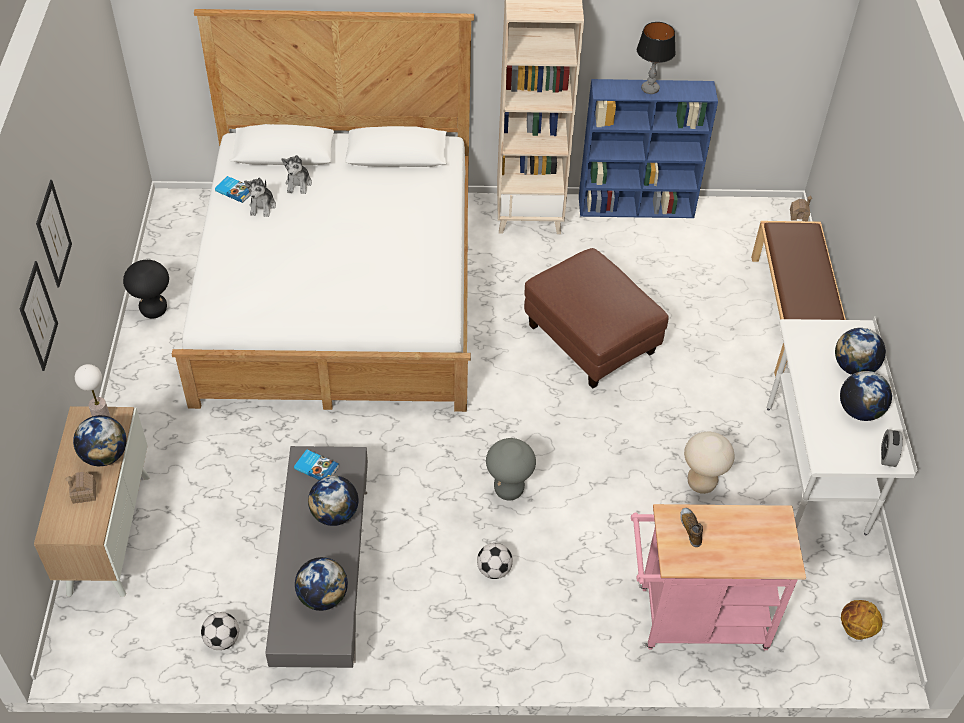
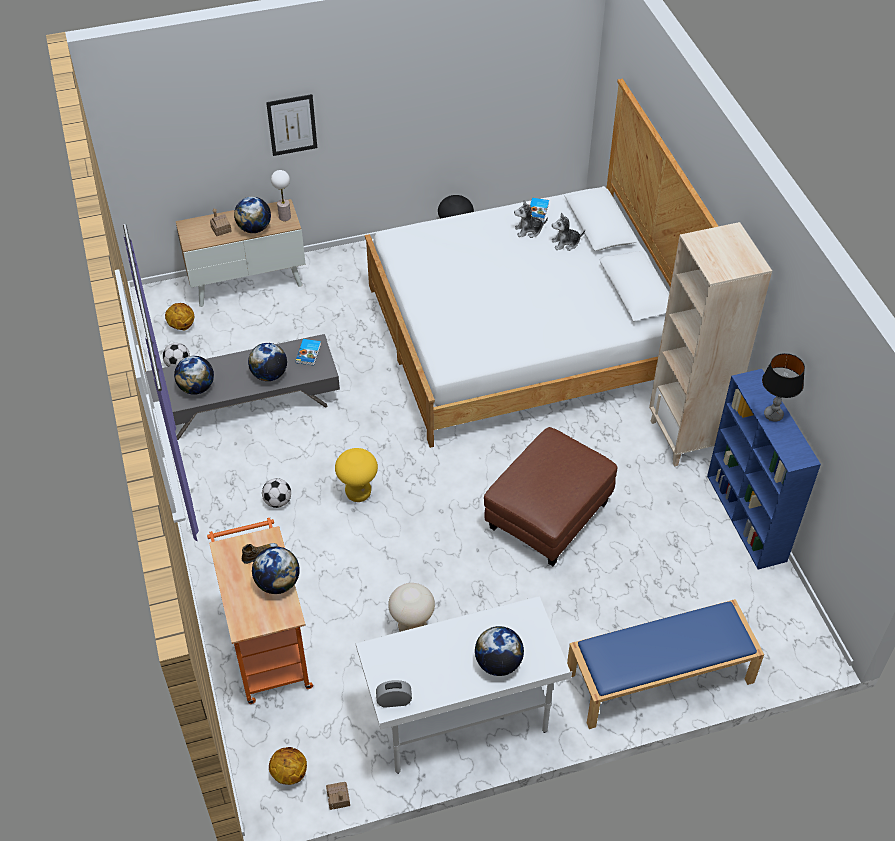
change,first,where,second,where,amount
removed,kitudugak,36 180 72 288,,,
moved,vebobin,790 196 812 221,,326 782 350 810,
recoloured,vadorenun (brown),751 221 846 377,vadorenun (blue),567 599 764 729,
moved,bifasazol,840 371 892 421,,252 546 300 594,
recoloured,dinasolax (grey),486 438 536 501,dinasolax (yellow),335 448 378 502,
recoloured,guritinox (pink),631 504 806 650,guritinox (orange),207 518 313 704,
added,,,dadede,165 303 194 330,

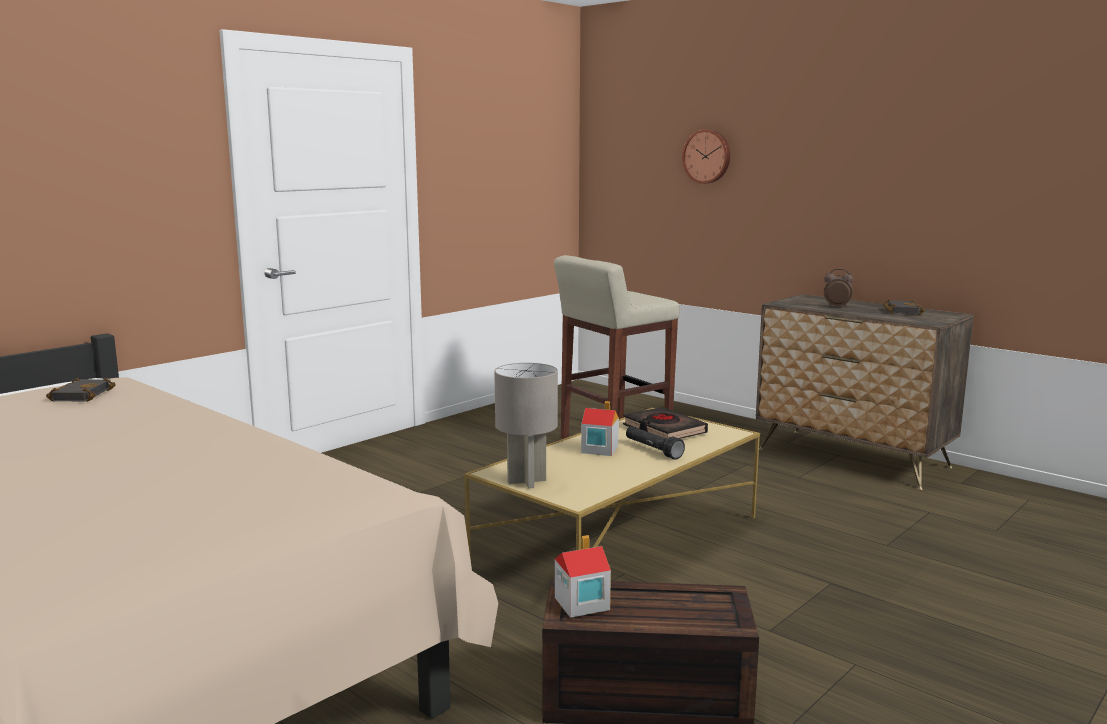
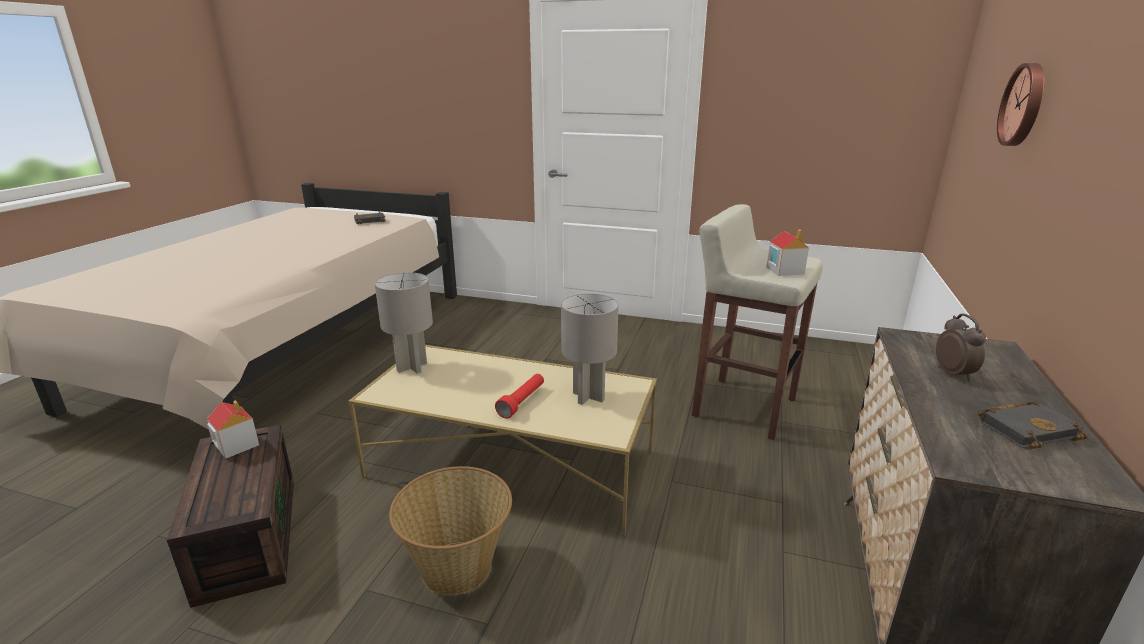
change,first,where,second,where,amount
moved,vebobin,581 401 619 456,,766 229 809 276,
replaced,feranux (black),623 407 708 439,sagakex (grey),561 294 619 405,
recoloured,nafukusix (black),626 426 685 460,nafukusix (red),495 374 544 419,
added,,,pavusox,389 466 512 595,

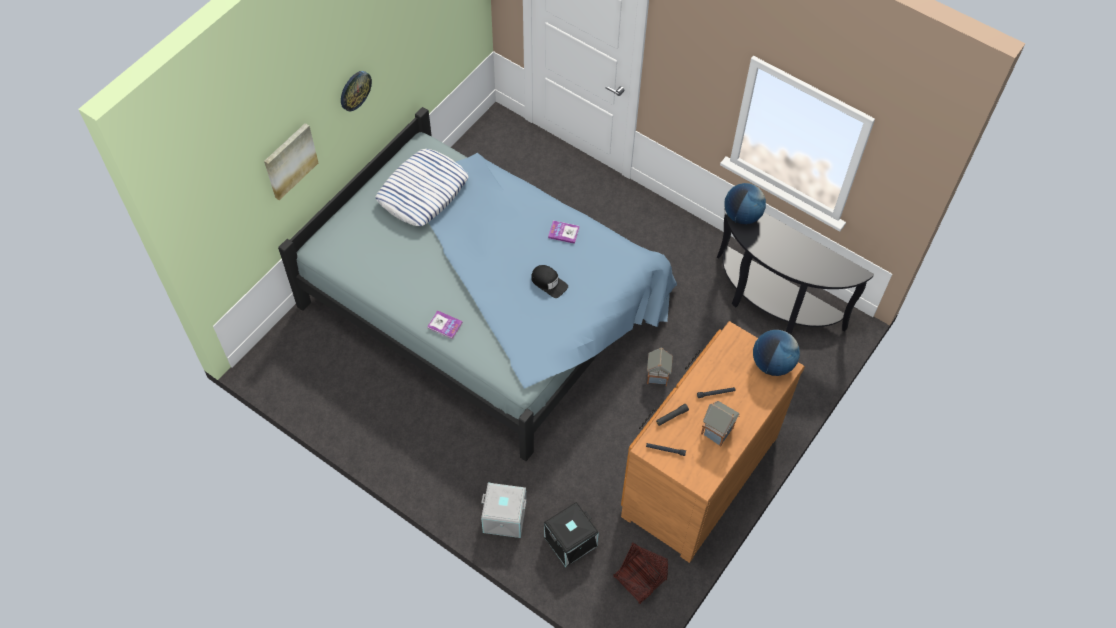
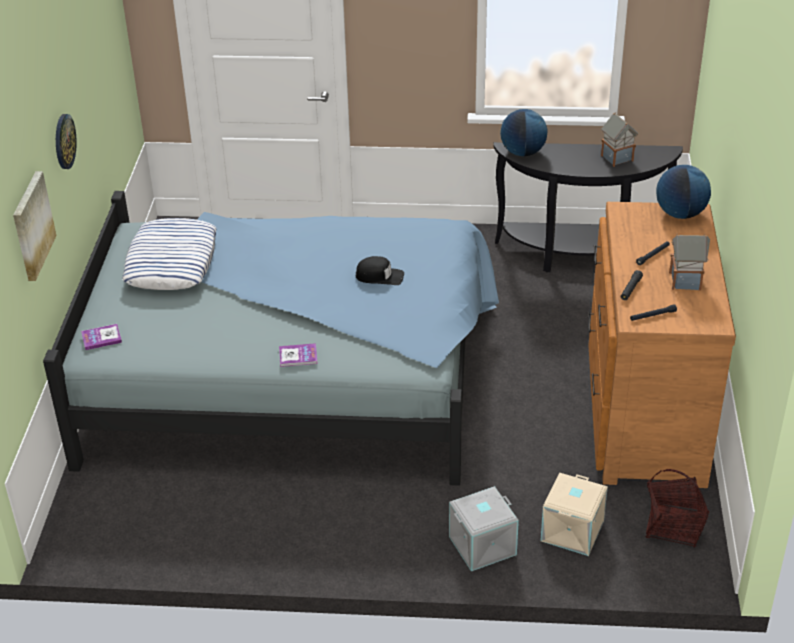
change,first,where,second,where,amount
moved,feranux,548 221 579 244,,81 324 122 350,
moved,vebobin,647 347 673 386,,601 112 638 167,
recoloured,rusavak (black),544 502 599 567,rusavak (beige),540 473 608 556,

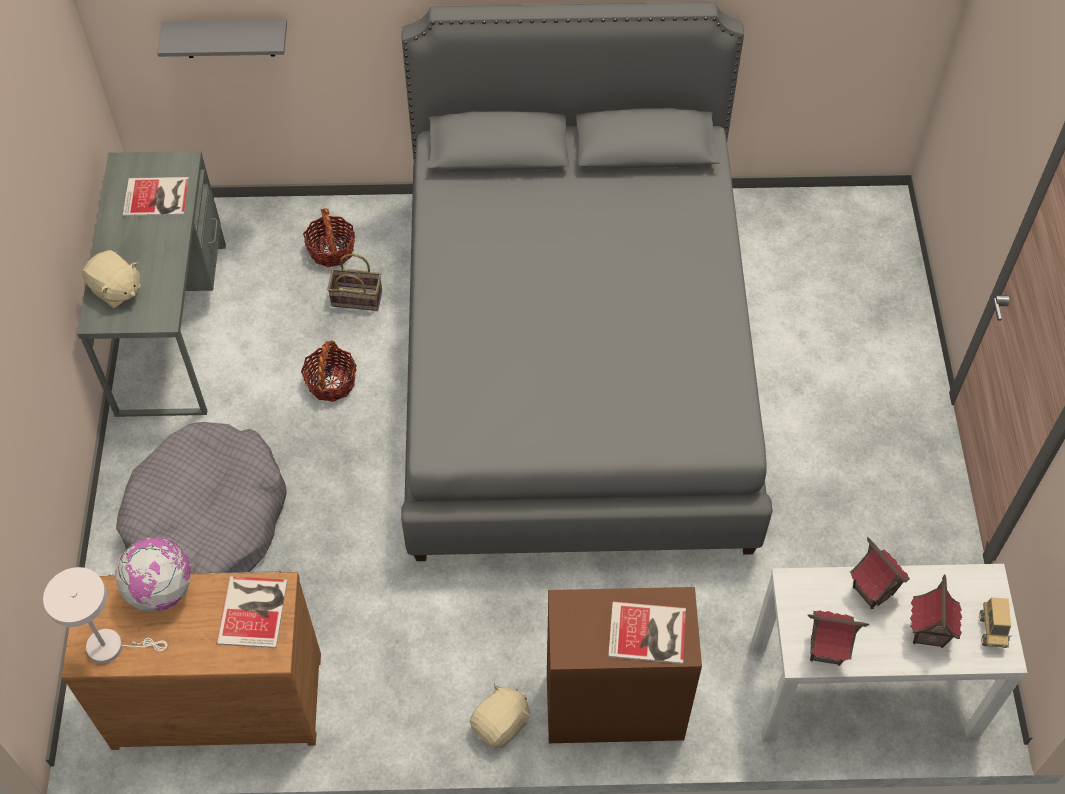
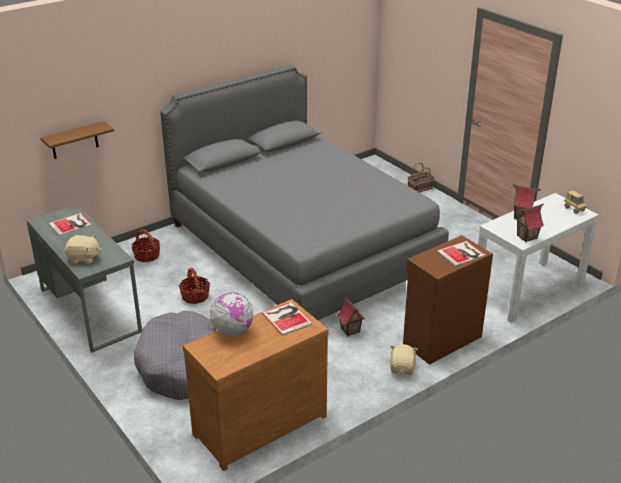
change,first,where,second,where,amount
recoloured,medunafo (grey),157 20 287 58,medunafo (brown),41 121 114 159,
moved,pavusox,327 253 382 311,,408 162 434 192,
removed,sagakex (white),43 567 167 664,,,
moved,vebobin,910 574 962 648,,337 295 365 336,

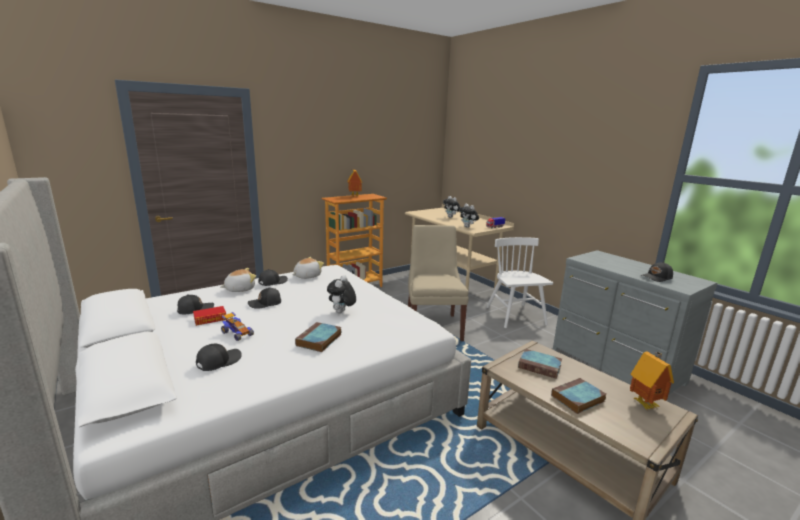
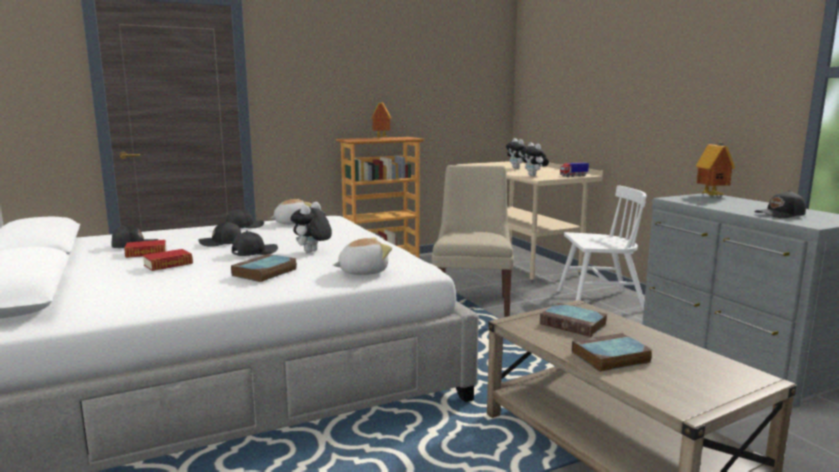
change,first,where,second,where,amount
turned,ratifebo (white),486 237 553 328,,557 185 646 311,90 degrees clockwise
moved,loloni,220 268 256 292,,333 237 392 275,
replaced,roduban,221 312 254 341,feranux,143 249 193 271,
moved,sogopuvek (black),196 344 242 371,,232 230 278 256,
moved,vebobin,630 352 674 410,,696 143 735 195,

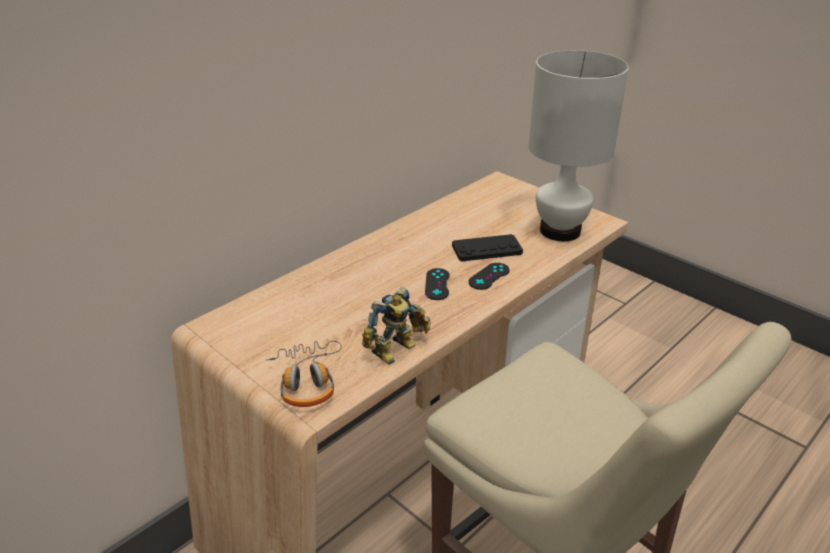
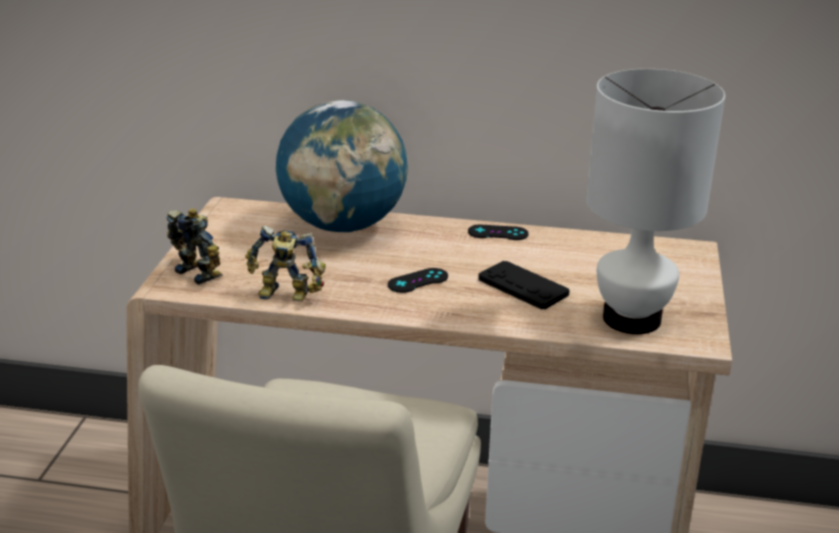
change,first,where,second,where,amount
moved,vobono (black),468 263 510 290,,468 225 529 240,
replaced,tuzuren,266 341 342 407,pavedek,167 208 223 285,
added,,,bifasazol,276 100 408 233,

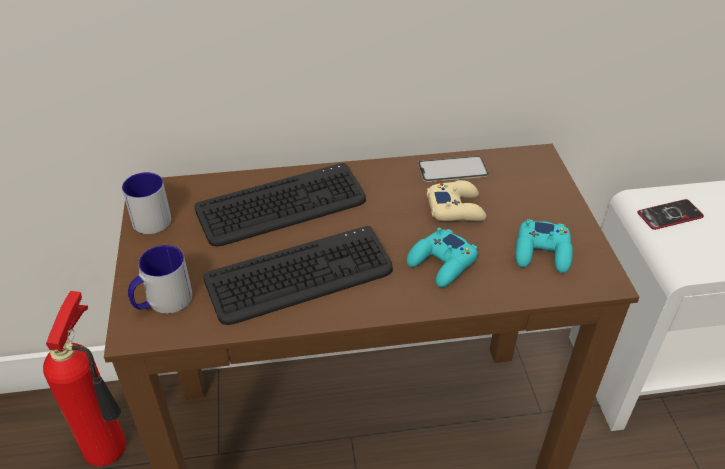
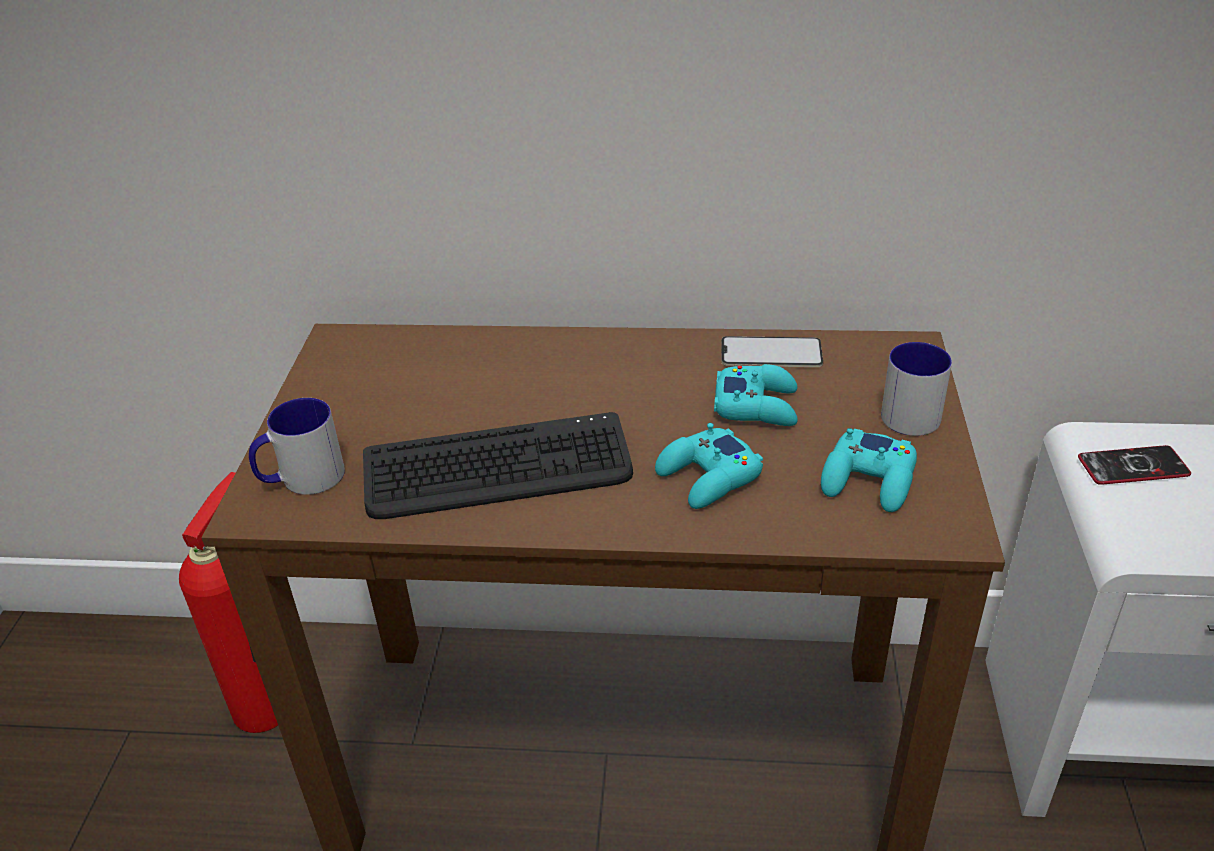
change,first,where,second,where,amount
removed,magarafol,194 163 366 247,,,
moved,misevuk,122 172 172 234,,881 342 952 436,
recoloured,vobono (beige),427 180 486 221,vobono (turquoise),714 364 798 426,

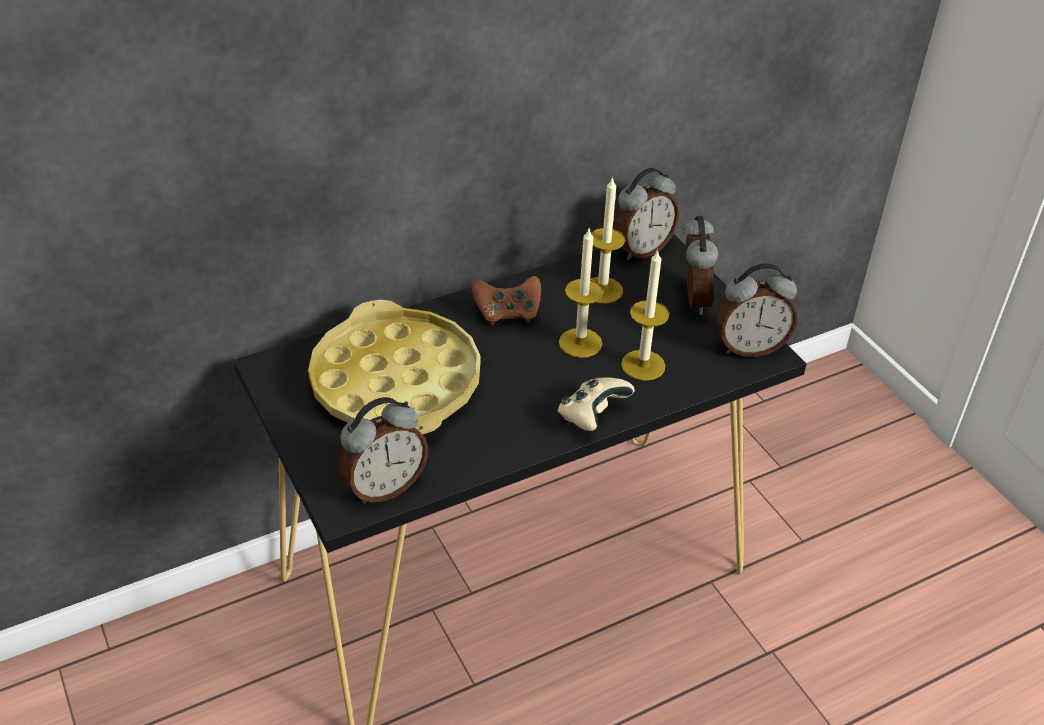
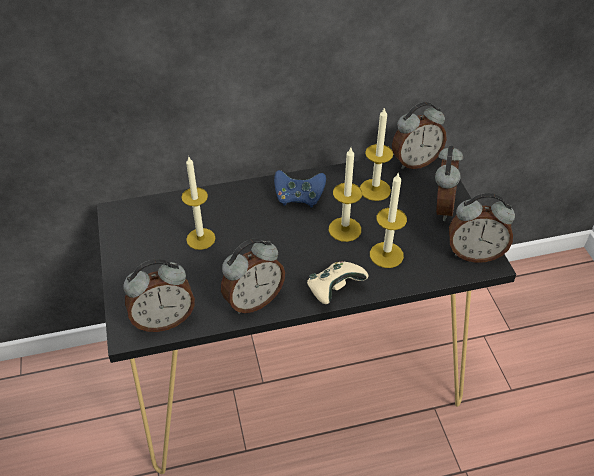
change,first,where,second,where,amount
recoloured,vobono (brown),472 276 541 325,vobono (blue),274 170 326 207,
replaced,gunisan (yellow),308 300 480 435,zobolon,181 157 215 250,
added,,,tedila,221 238 285 314,

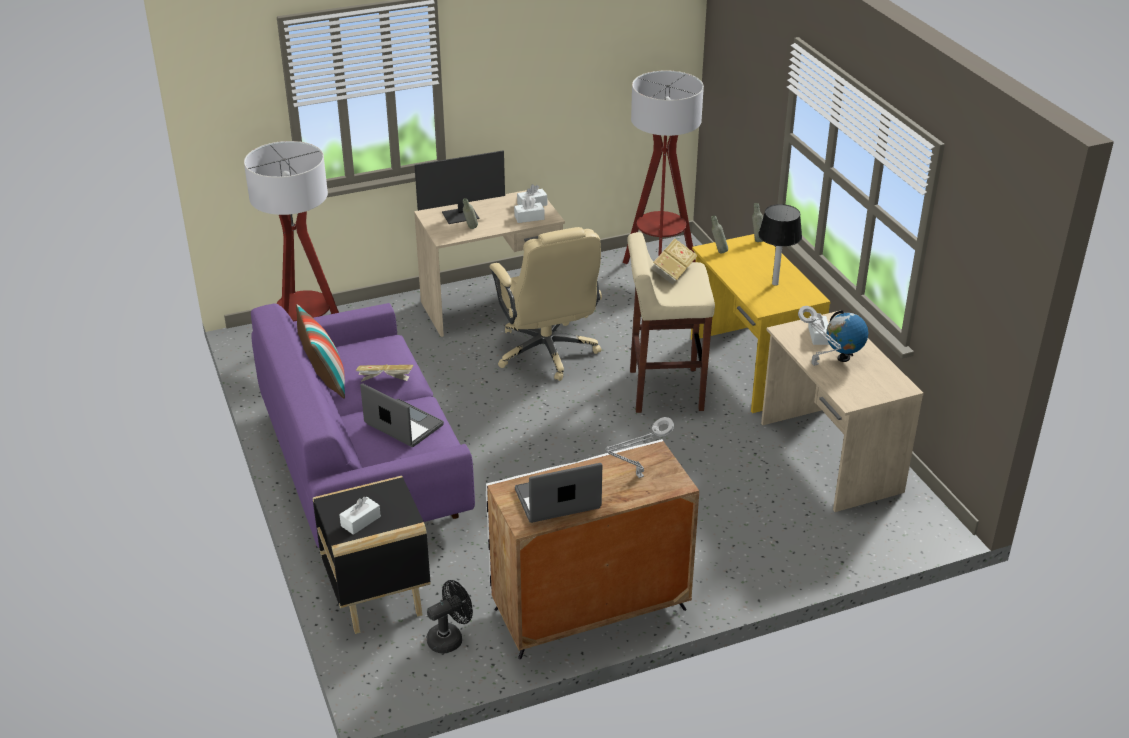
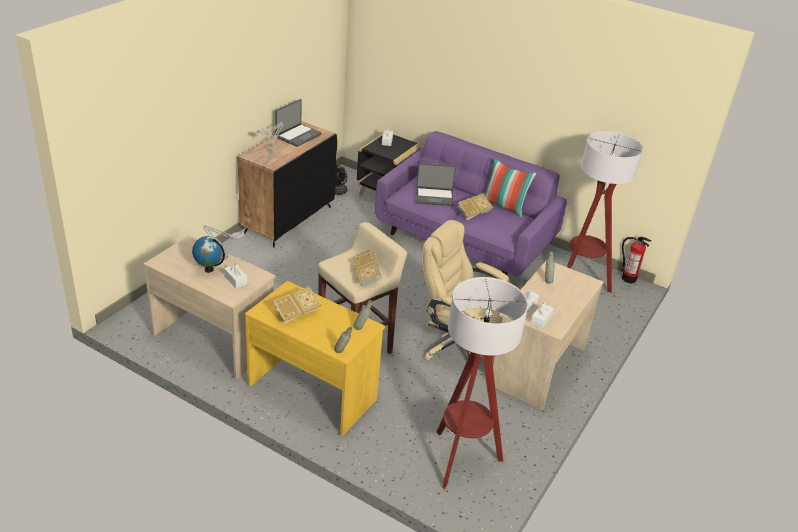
change,first,where,second,where,amount
removed,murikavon,414 151 505 224,,,
replaced,sagakex,758 204 802 286,feranux,272 286 321 324,
recoloured,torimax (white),486 439 699 659,torimax (black),237 121 337 248,
added,,,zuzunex,621 237 652 283,

